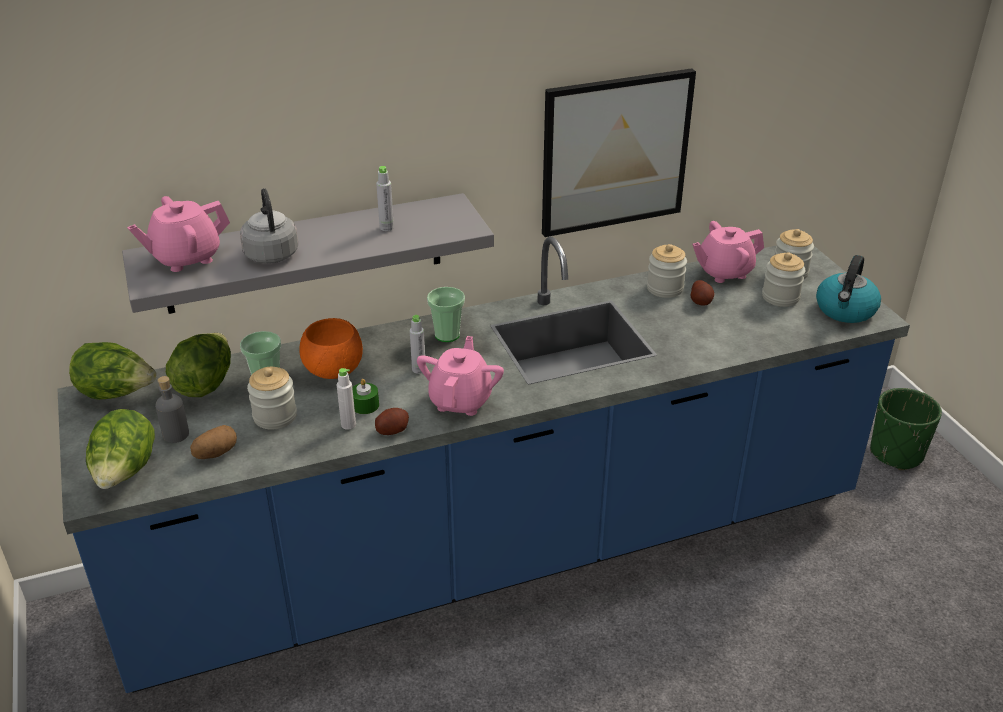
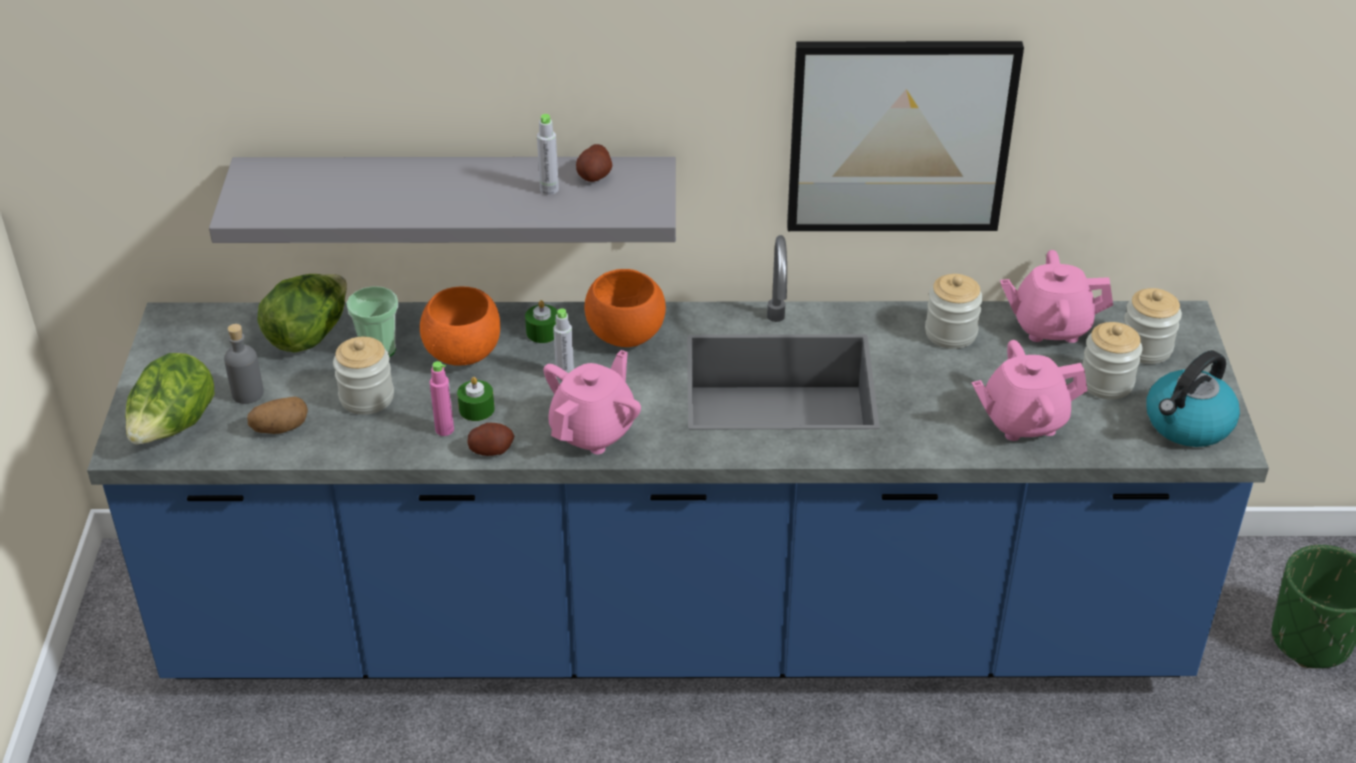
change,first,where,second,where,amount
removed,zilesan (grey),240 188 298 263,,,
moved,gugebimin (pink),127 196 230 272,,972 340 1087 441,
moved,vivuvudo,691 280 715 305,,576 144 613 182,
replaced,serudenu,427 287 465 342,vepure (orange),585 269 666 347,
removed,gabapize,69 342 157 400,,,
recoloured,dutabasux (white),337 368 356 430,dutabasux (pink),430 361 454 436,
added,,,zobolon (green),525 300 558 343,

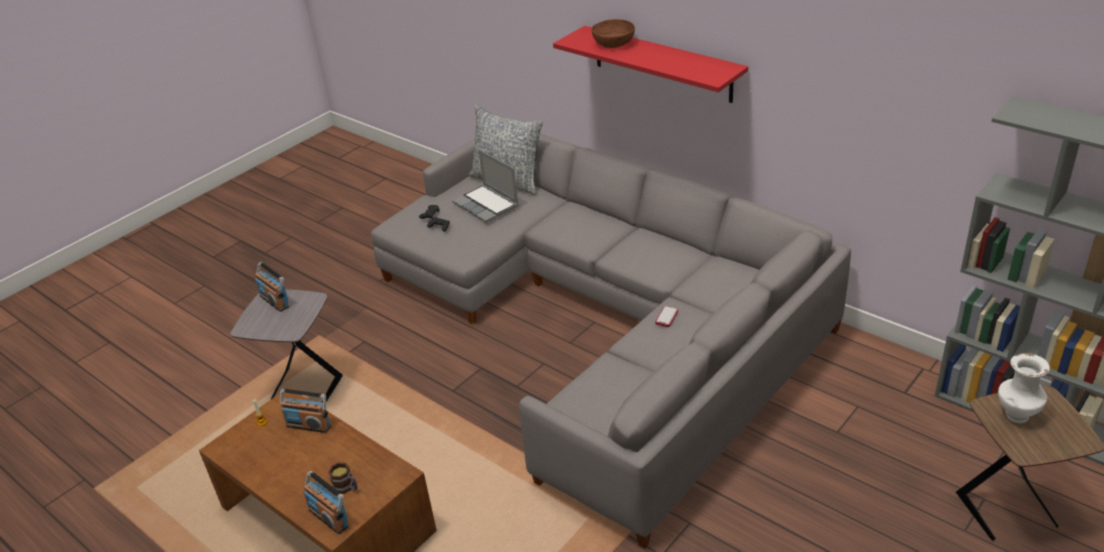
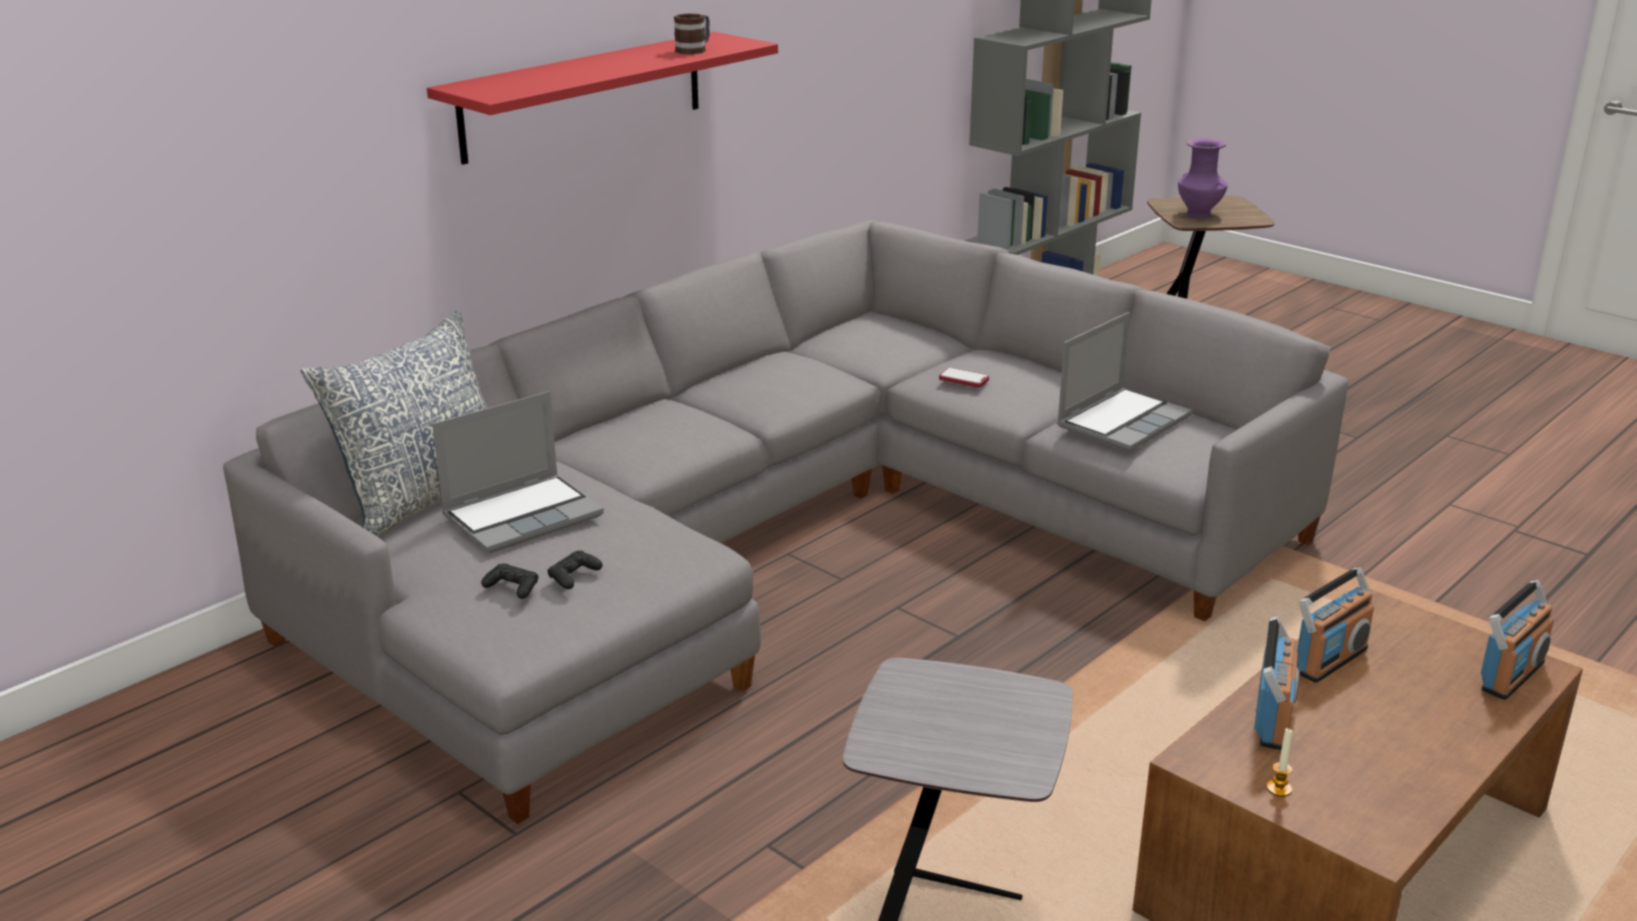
change,first,where,second,where,amount
removed,vepure (brown),591 19 635 48,,,
moved,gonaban,255 262 289 312,,1297 567 1374 683,
recoloured,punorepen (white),998 353 1050 423,punorepen (purple),1178 138 1228 218,
moved,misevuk,328 462 357 494,,674 13 710 54,
added,,,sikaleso,1057 312 1192 451,

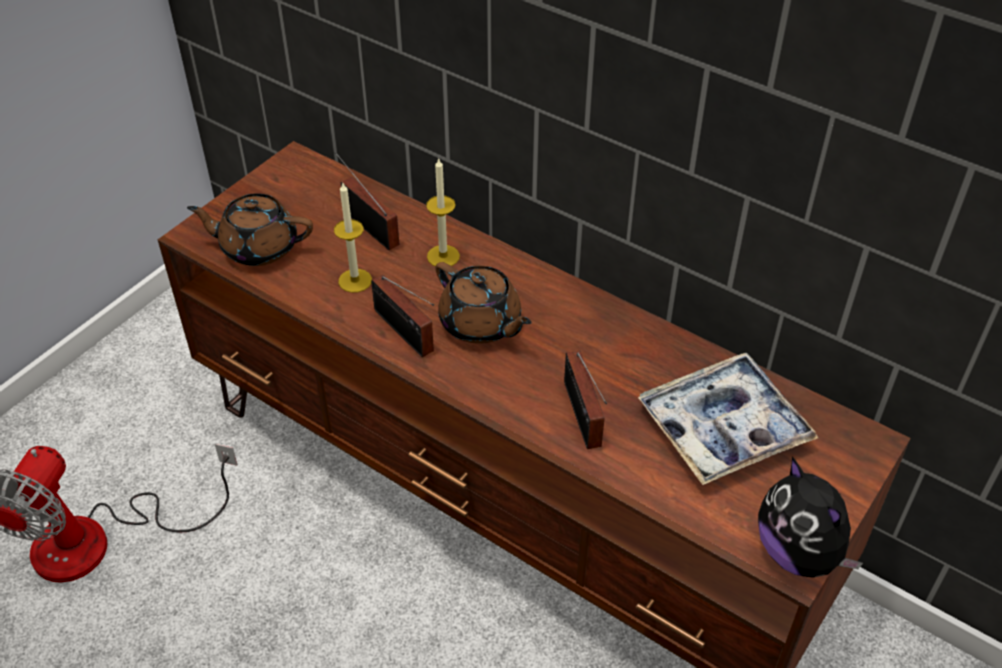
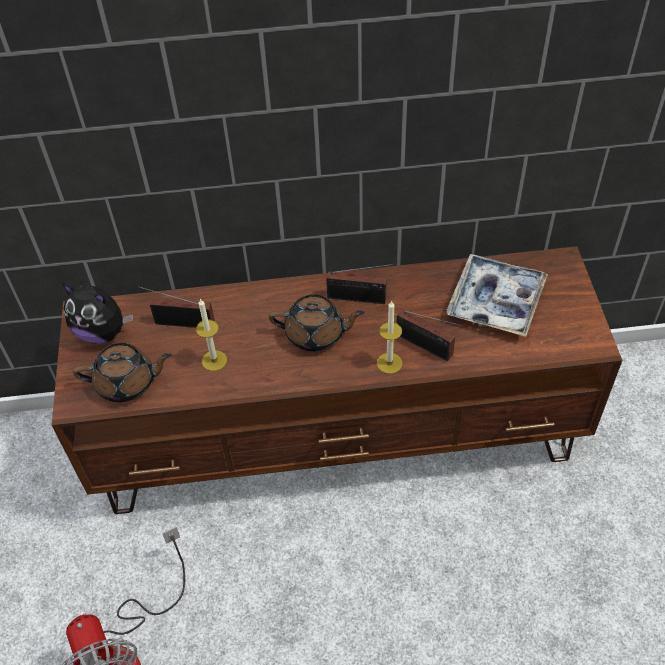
change,first,where,second,where,amount
moved,zobolon,426 158 460 266,,377 301 402 374,
turned,gugebimin (brown),187 194 313 266,,73 343 171 402,150 degrees counterclockwise
moved,gonaban,371 274 434 357,,326 264 394 304,
moved,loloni,758 457 863 578,,62 283 134 344,

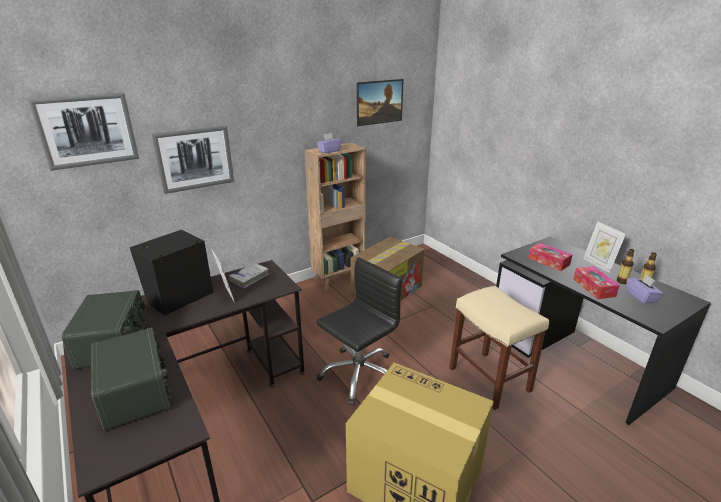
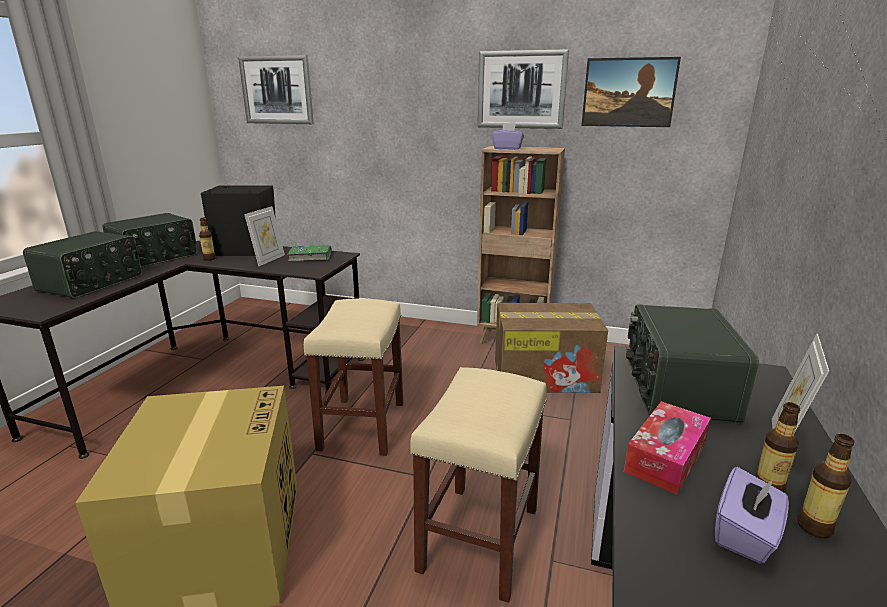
change,first,where,second,where,amount
moved,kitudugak,152 126 234 194,,477 49 569 129,
replaced,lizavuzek,528 243 573 271,gonaban,626 304 759 423,
replaced,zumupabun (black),316 257 402 406,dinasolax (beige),304 299 404 456,
recoloured,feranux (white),228 263 269 288,feranux (green),287 246 332 261,
added,,,dutabasux,199 218 216 261,

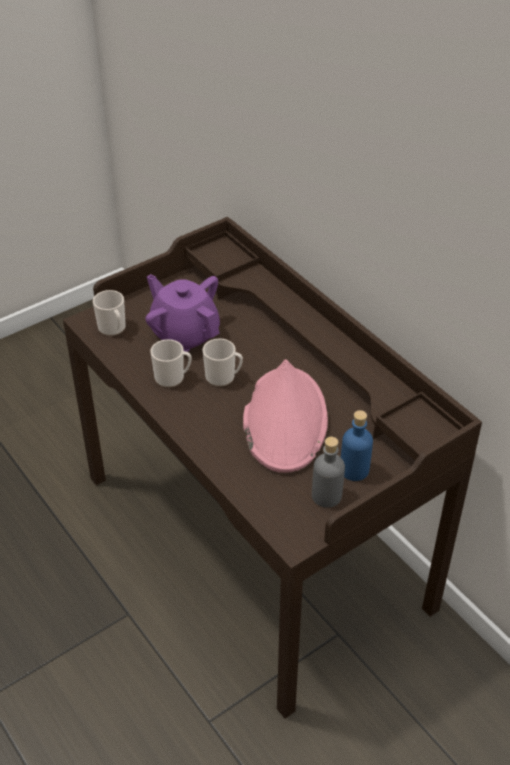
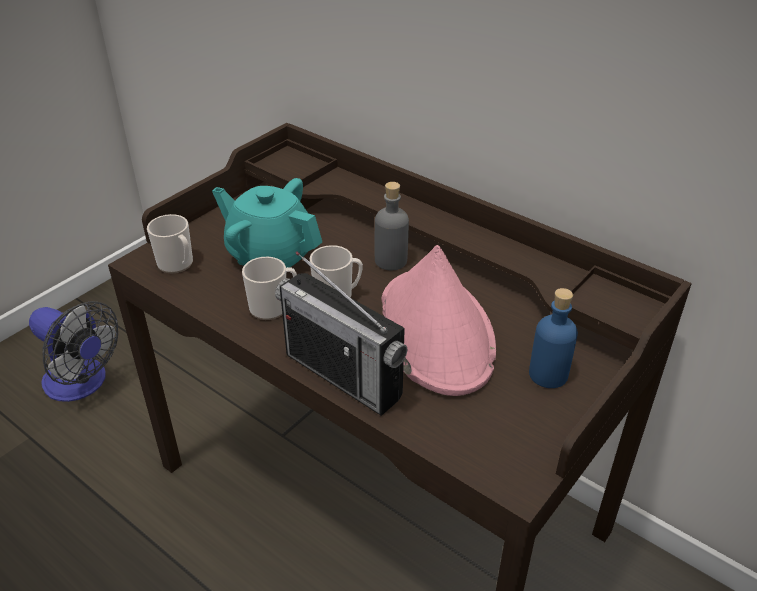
change,first,where,second,where,amount
recoloured,gugebimin (purple),145 274 220 352,gugebimin (turquoise),212 178 322 268,
moved,dutabasux (grey),312 437 345 508,,375 182 409 270,
added,,,gonaban,275 251 407 416,
added,,,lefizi,29 301 118 402,

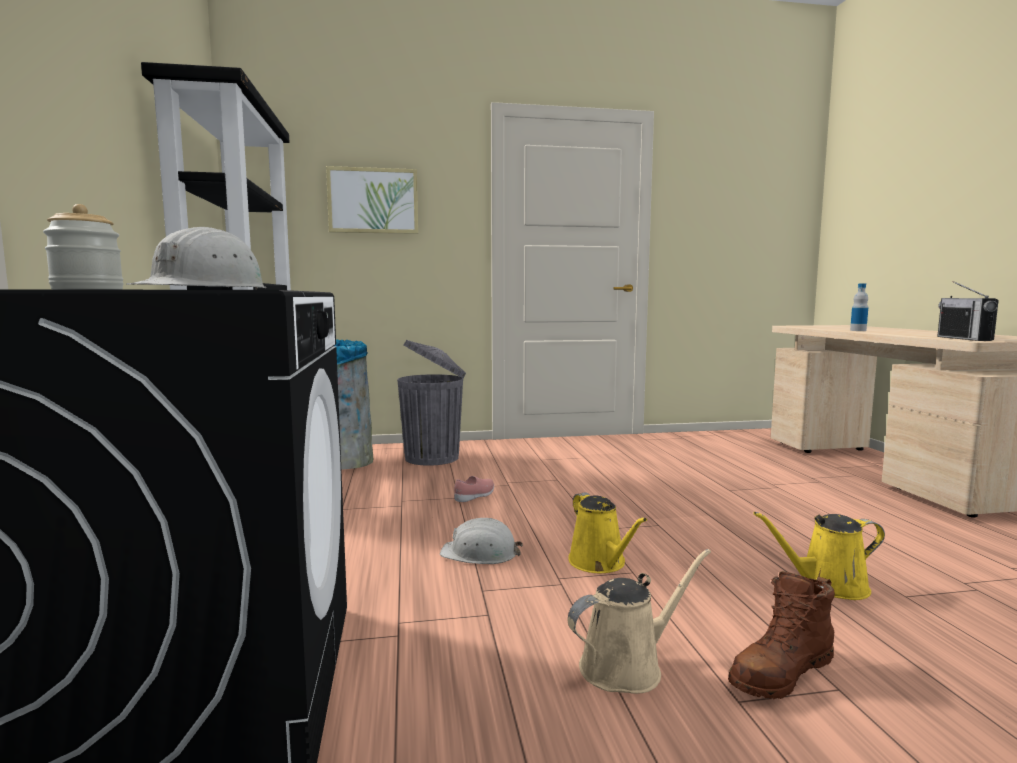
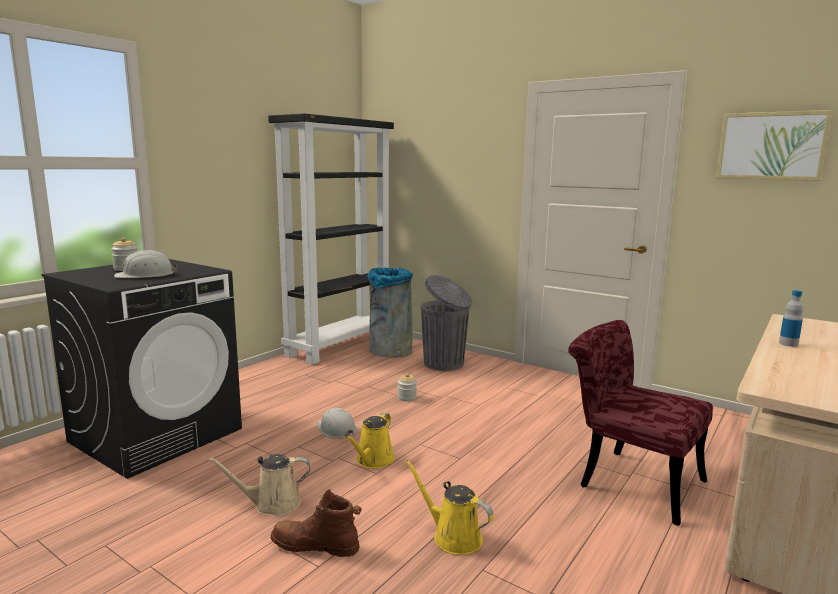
change,first,where,second,where,amount
moved,kitudugak,326 166 418 234,,716 110 832 181,
removed,gonaban,937 281 999 341,,,
replaced,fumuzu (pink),454 476 494 502,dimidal,398 373 417 401,
turned,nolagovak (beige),568 549 711 694,,207 454 311 516,150 degrees clockwise
added,,,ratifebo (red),568 320 713 526,

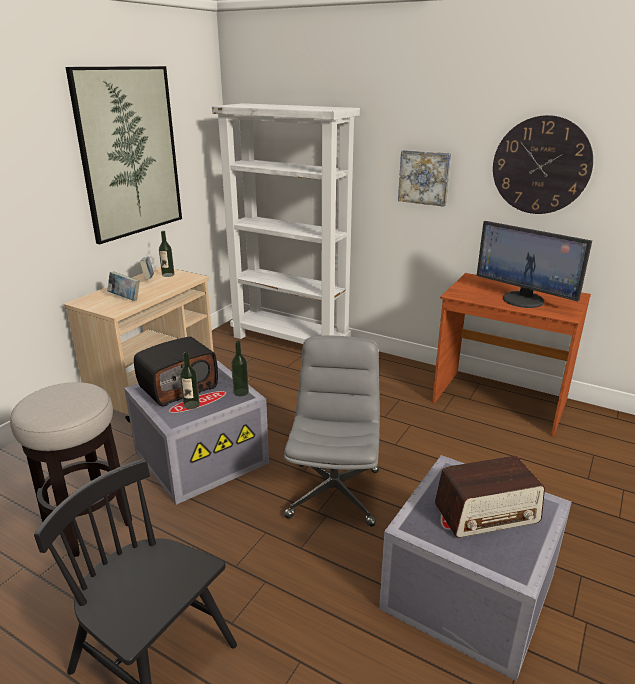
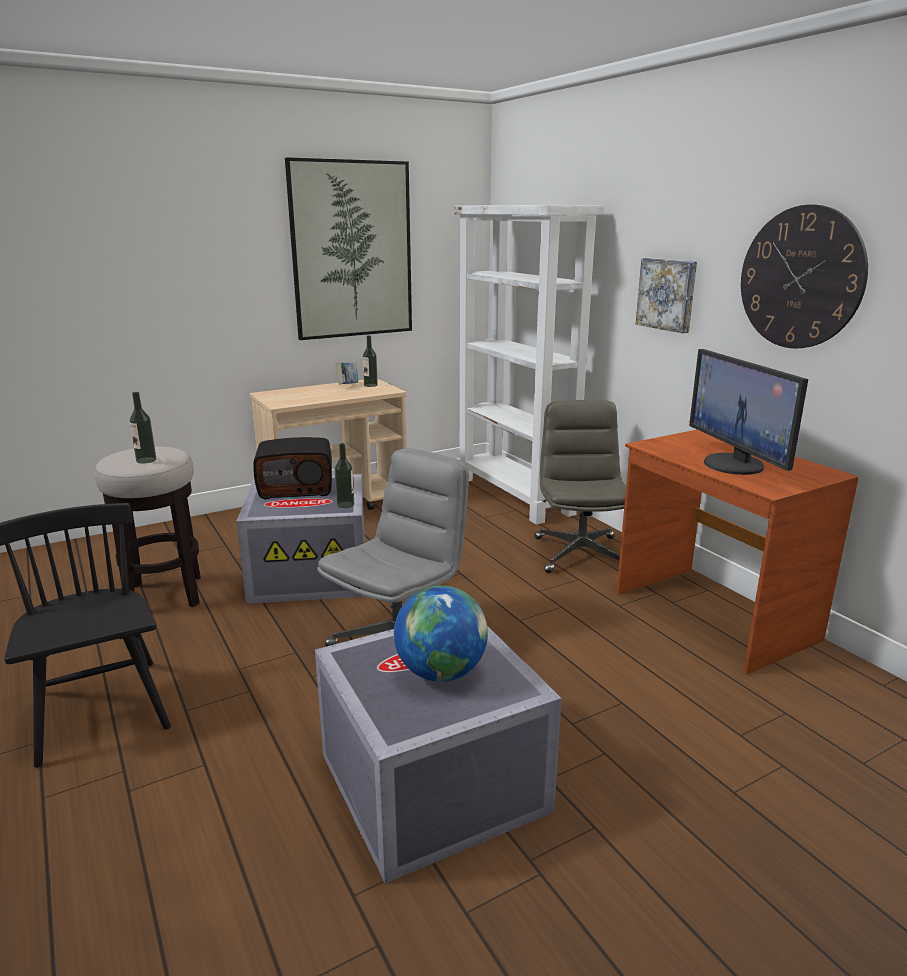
change,first,where,second,where,amount
removed,feranux,107 271 140 301,,,
moved,dutabasux,180 352 200 409,,130 392 157 463,
replaced,gonaban,435 456 545 538,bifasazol,394 585 488 682,
added,,,zumupabun (grey),535 400 626 573,

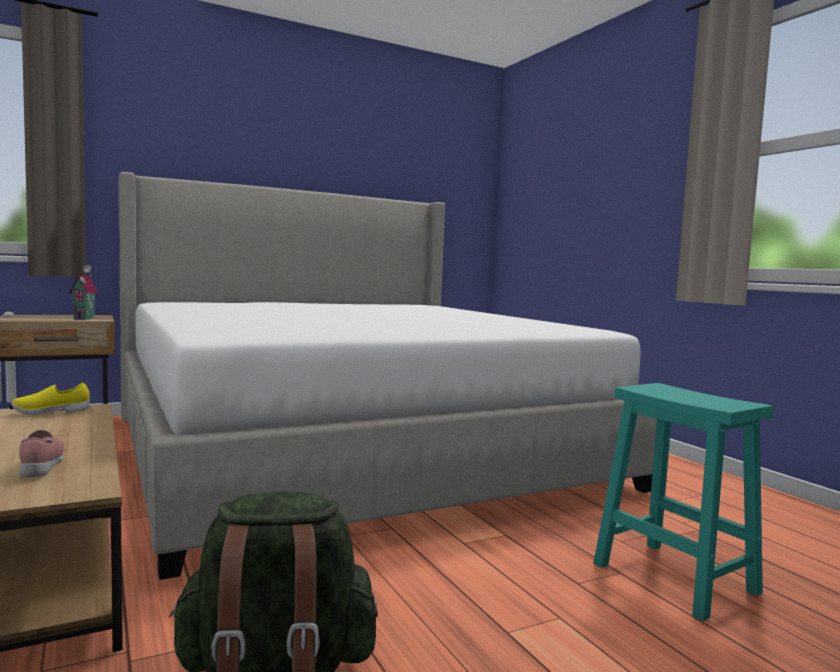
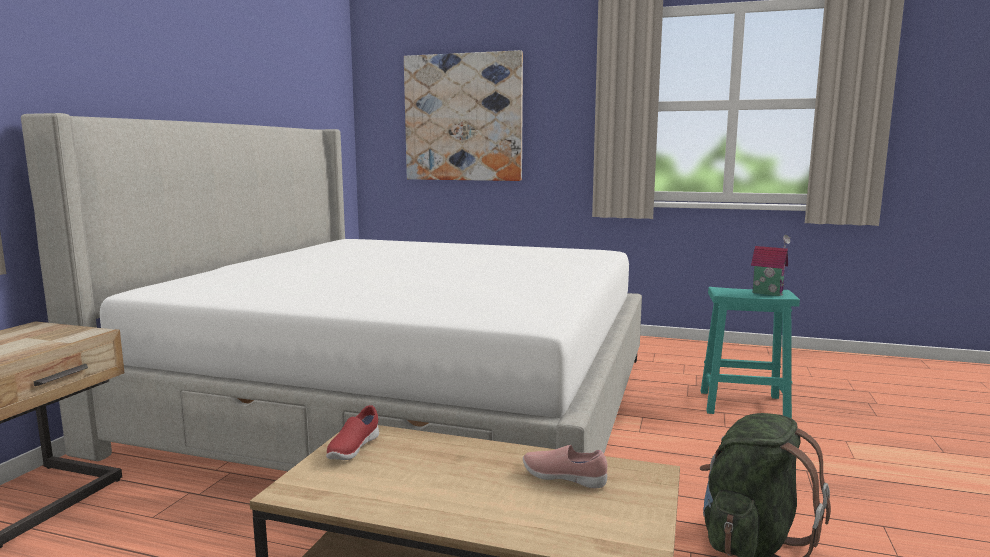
change,first,where,second,where,amount
moved,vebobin,69 265 98 320,,751 235 791 296,
recoloured,fumuzu (yellow),11 383 90 415,fumuzu (red),326 405 379 460,
added,,,kitudugak,404 50 523 181,

